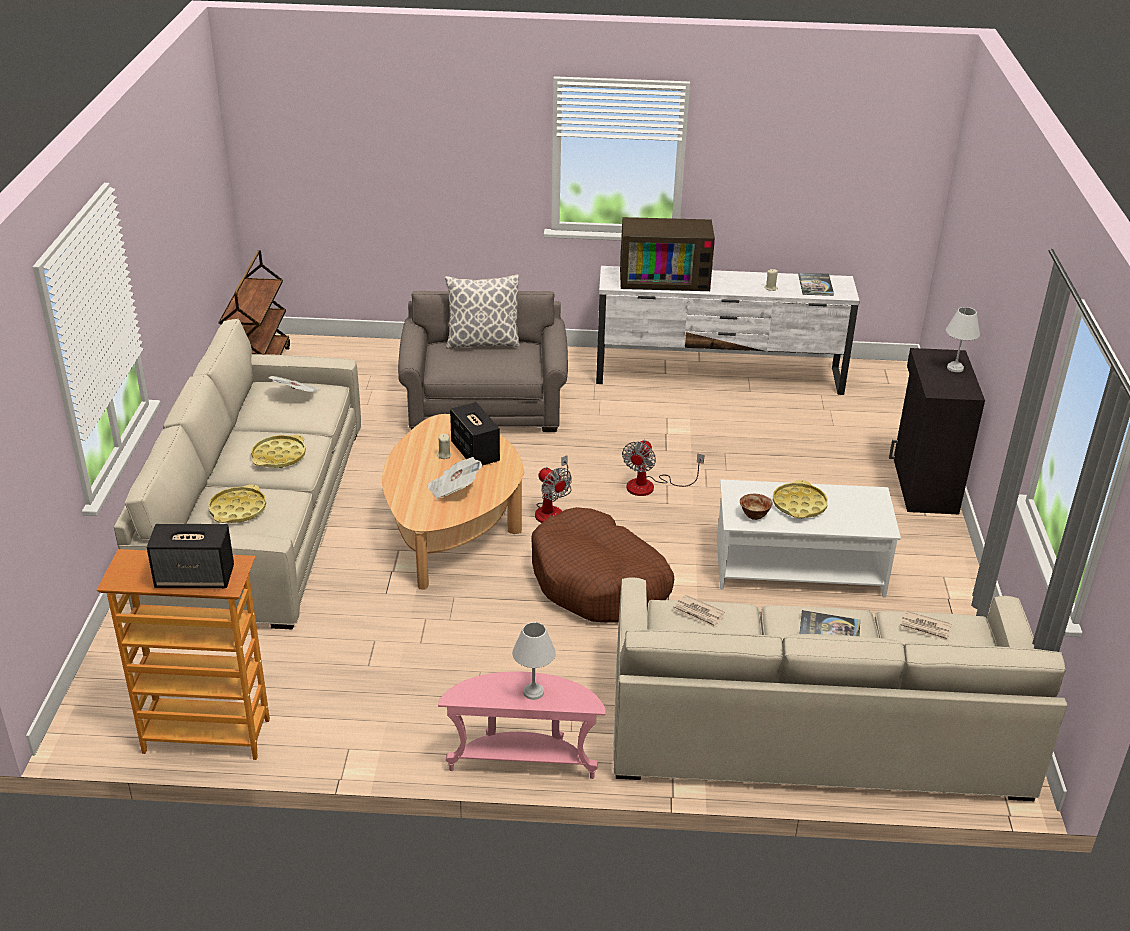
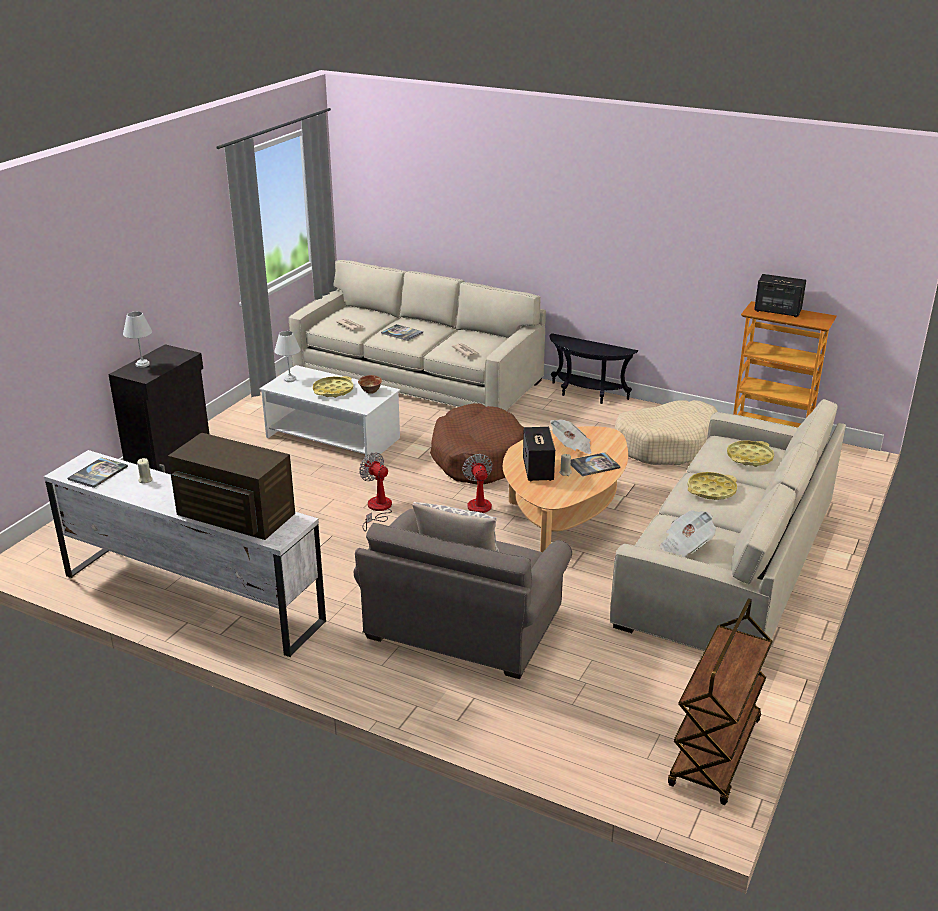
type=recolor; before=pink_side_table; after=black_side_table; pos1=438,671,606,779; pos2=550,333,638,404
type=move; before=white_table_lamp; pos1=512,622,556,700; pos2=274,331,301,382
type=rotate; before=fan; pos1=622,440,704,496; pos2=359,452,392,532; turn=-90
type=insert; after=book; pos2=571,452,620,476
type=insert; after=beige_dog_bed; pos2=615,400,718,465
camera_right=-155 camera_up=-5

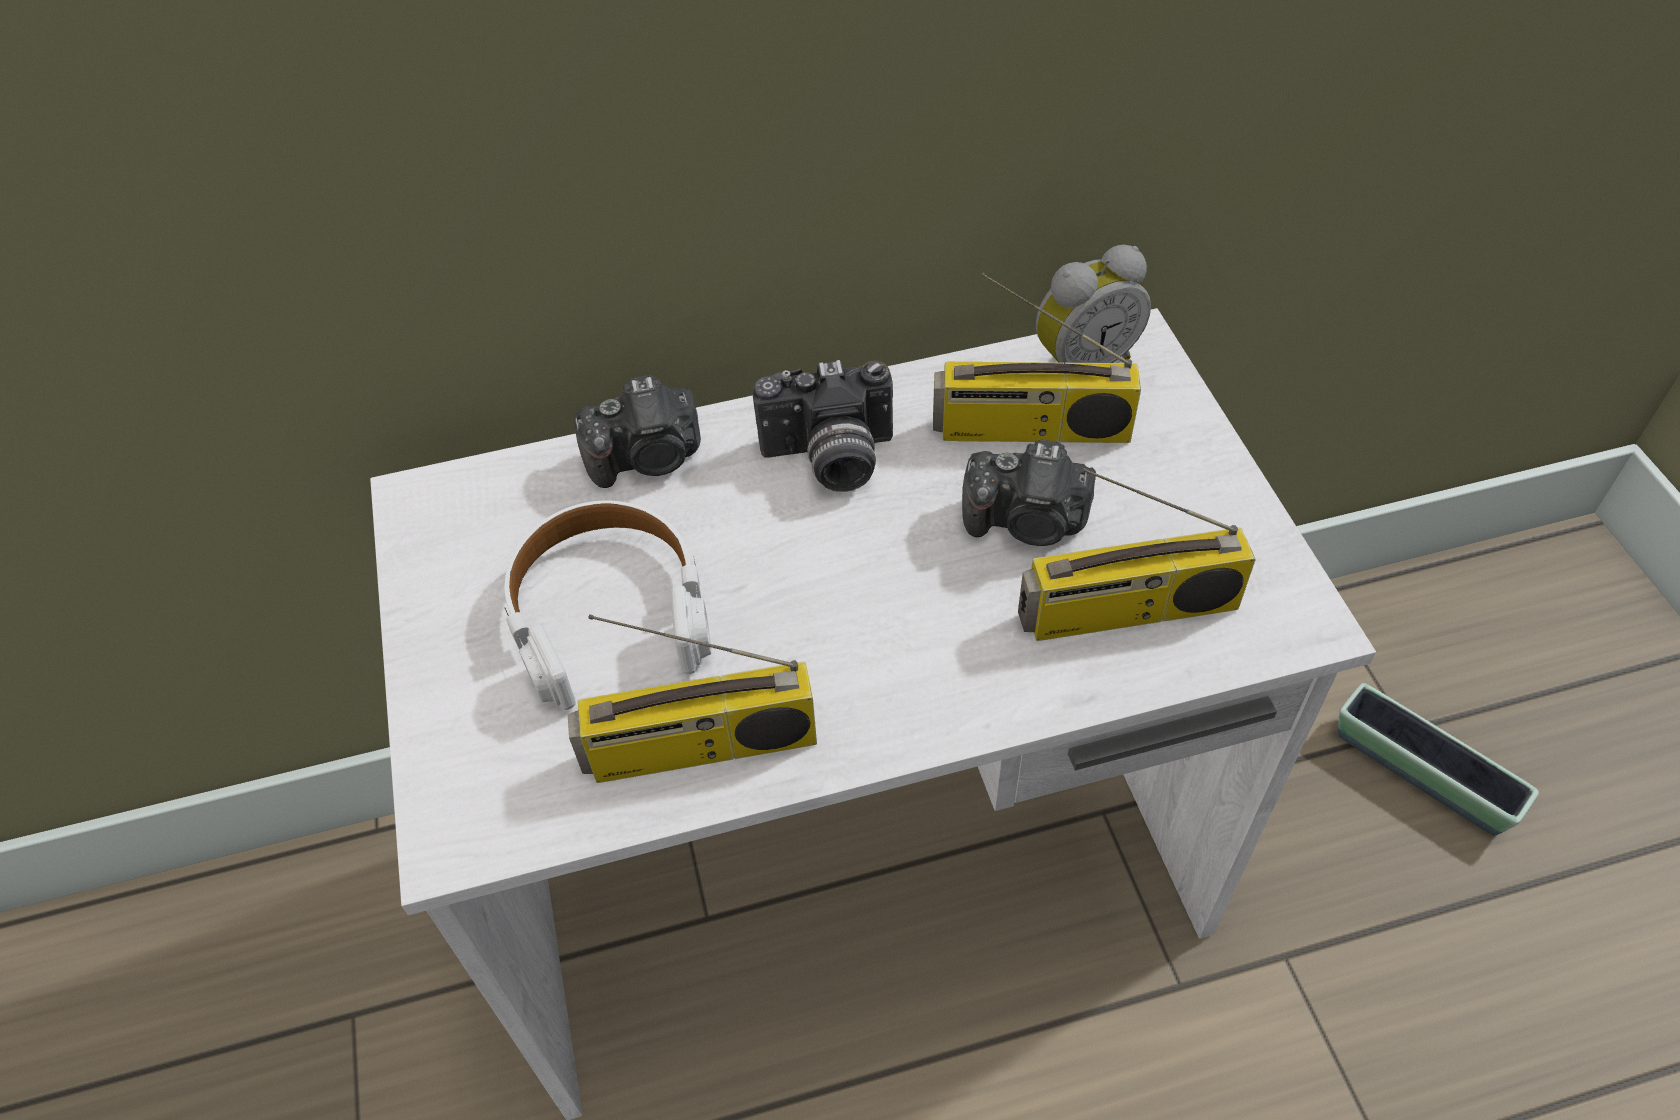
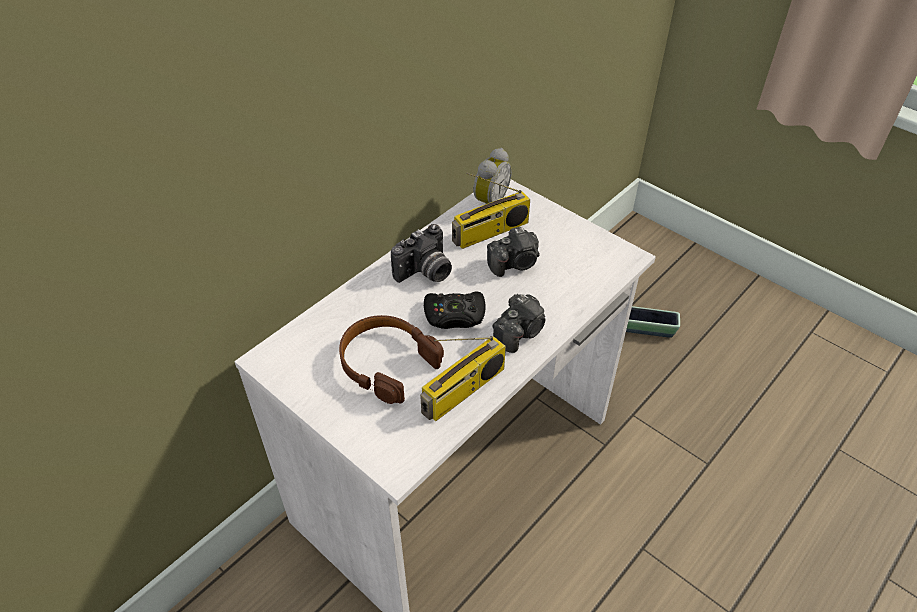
type=recolor; before=white_headphones; after=brown_headphones; pos1=504,501,711,710; pos2=339,315,444,404
type=move; before=photo_camera; pos1=574,375,701,488; pos2=493,294,546,353
type=delete; before=radio; pos1=1018,468,1256,641
type=insert; after=black_game_controller; pos2=424,292,486,329
camera_right=-35 camera_up=-5

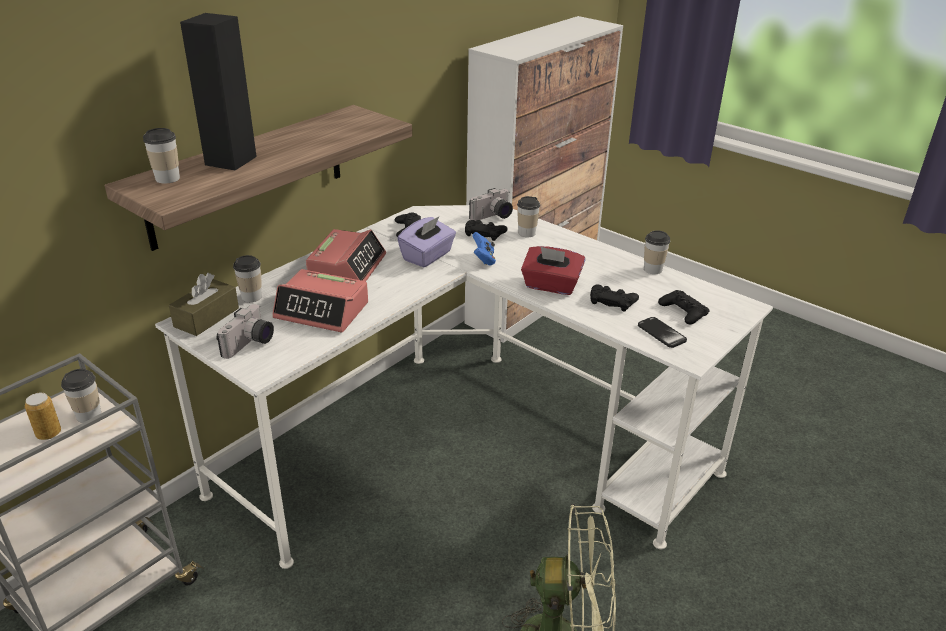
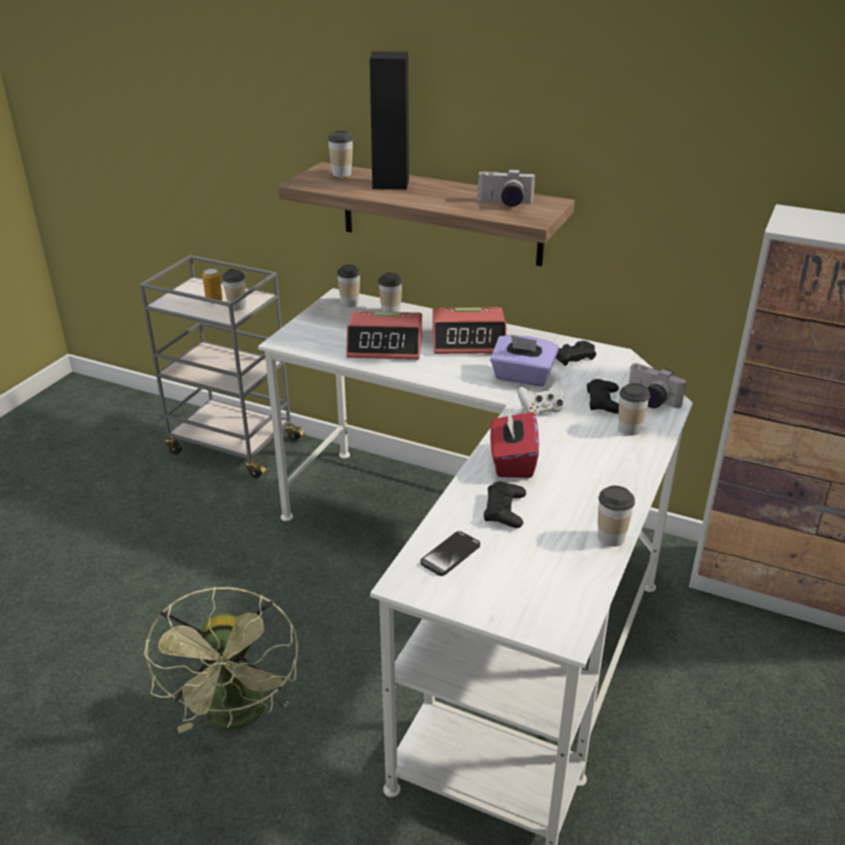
type=replace; before=brown_tissue_box; after=cup; pos1=169,273,239,336; pos2=337,265,361,307
type=move; before=photo_camera; pos1=216,304,274,359; pos2=477,169,536,207
type=rotate; before=alarm_clock; pos1=272,269,368,333; pos2=346,311,422,359; turn=-90
type=recolor; before=blue_game_controller; after=white_game_controller; pos1=472,232,496,266; pos2=517,380,564,416
type=delete; before=black_game_controller; pos1=658,290,710,325
camera_right=75 camera_up=0

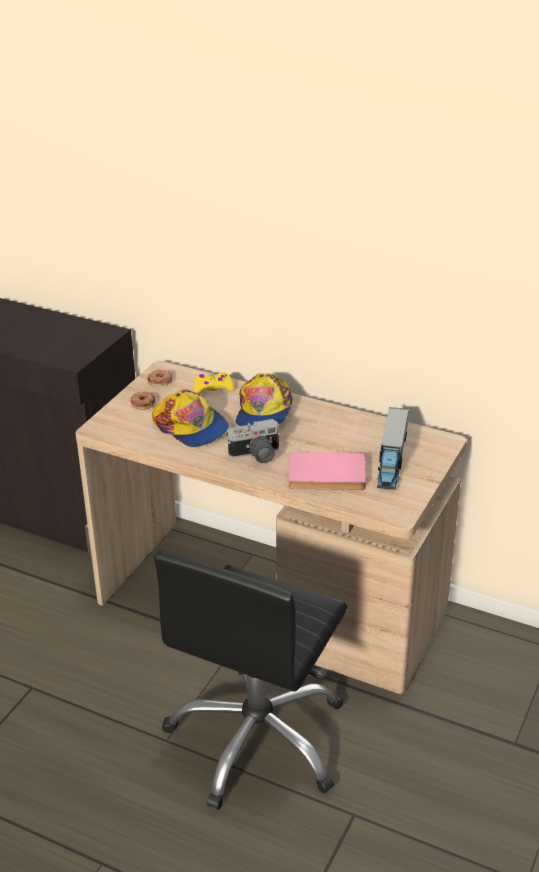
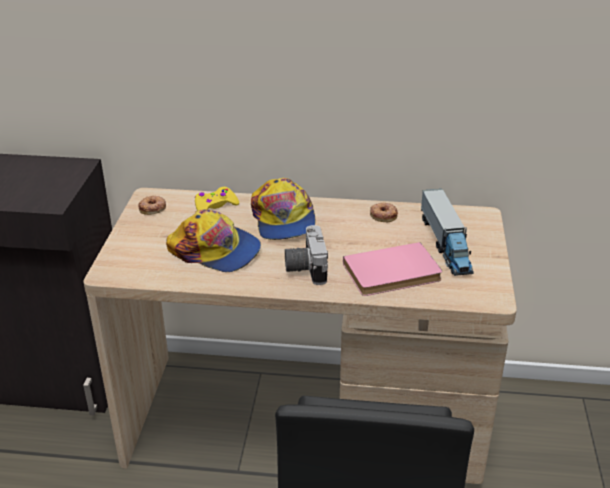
type=move; before=donut; pos1=130,392,156,410; pos2=370,203,398,222
type=rotate; before=photo_camera; pos1=228,419,281,463; pos2=285,225,328,285; turn=120
camera_right=-20 camera_up=0

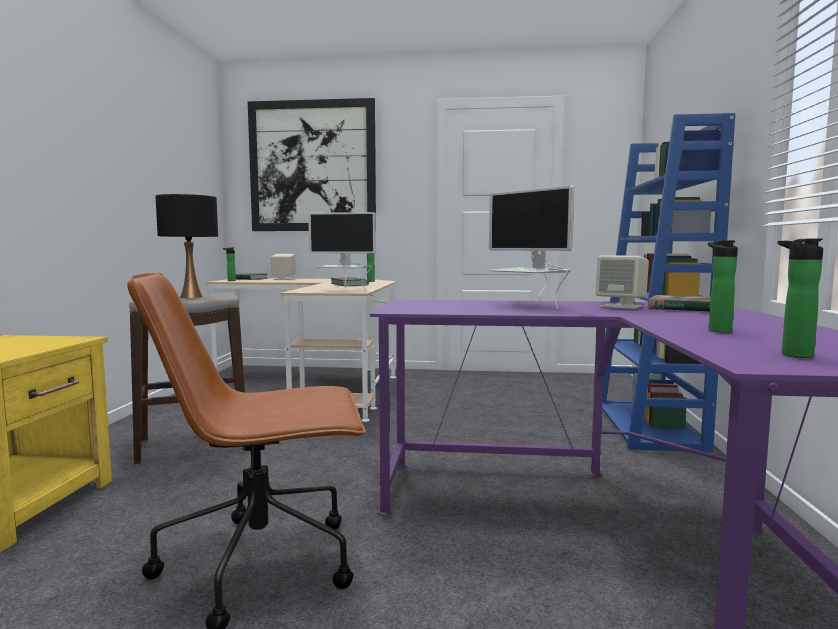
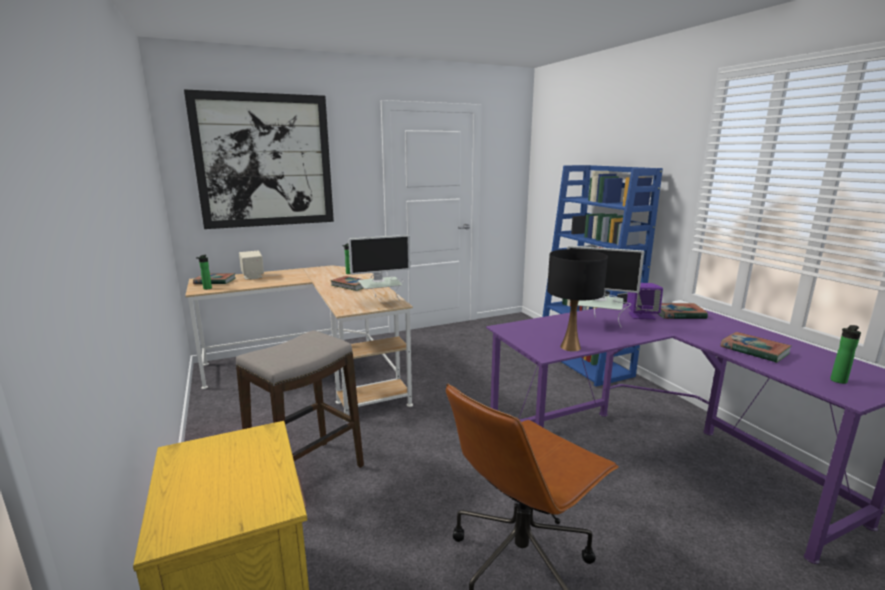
type=move; before=black_table_lamp; pos1=155,194,218,298; pos2=547,249,608,352
type=recolor; before=beige_speaker; after=purple_speaker; pos1=595,255,649,309; pos2=627,283,663,319
type=replace; before=bottle; after=book; pos1=708,240,738,333; pos2=721,332,791,363
camera_right=-30 camera_up=10

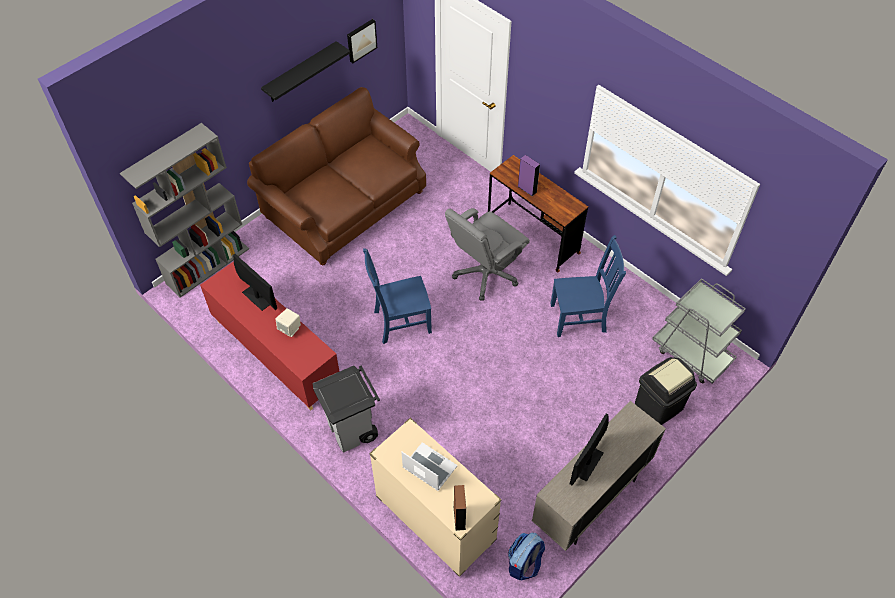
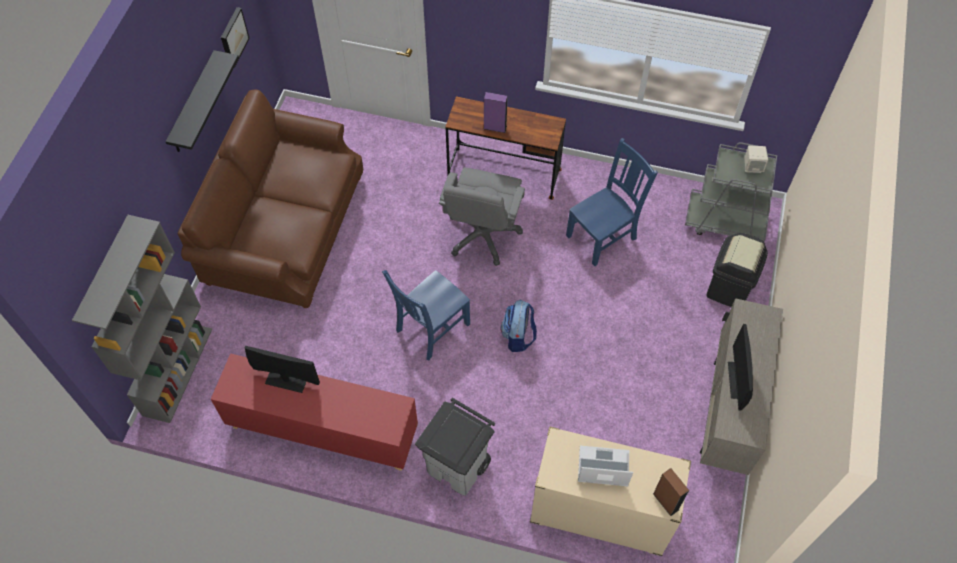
type=move; before=beige_speaker; pos1=275,308,301,337; pos2=745,145,768,173
type=move; before=backpack; pos1=508,533,545,581; pos2=501,300,537,352
camera_right=-30 camera_up=5

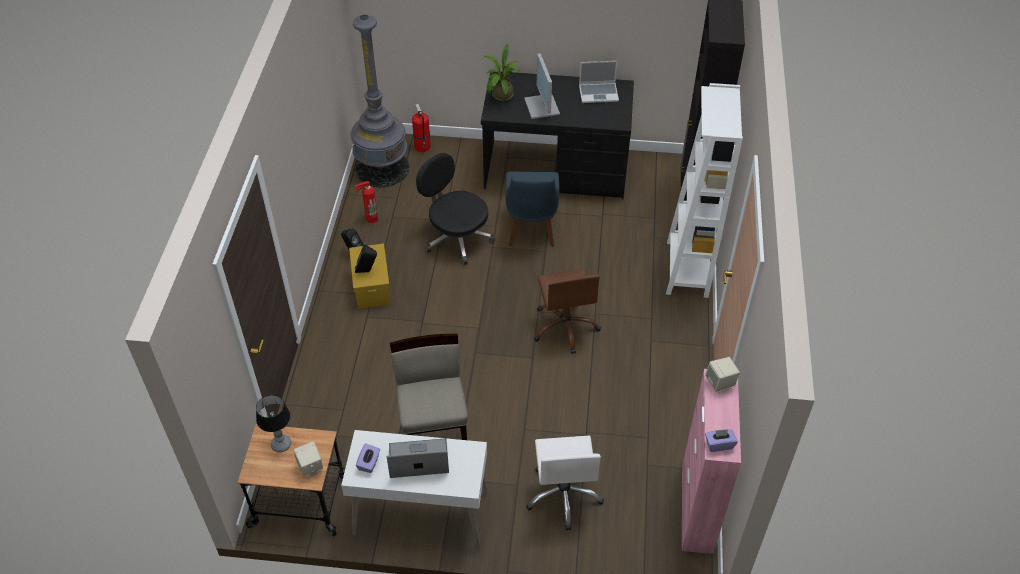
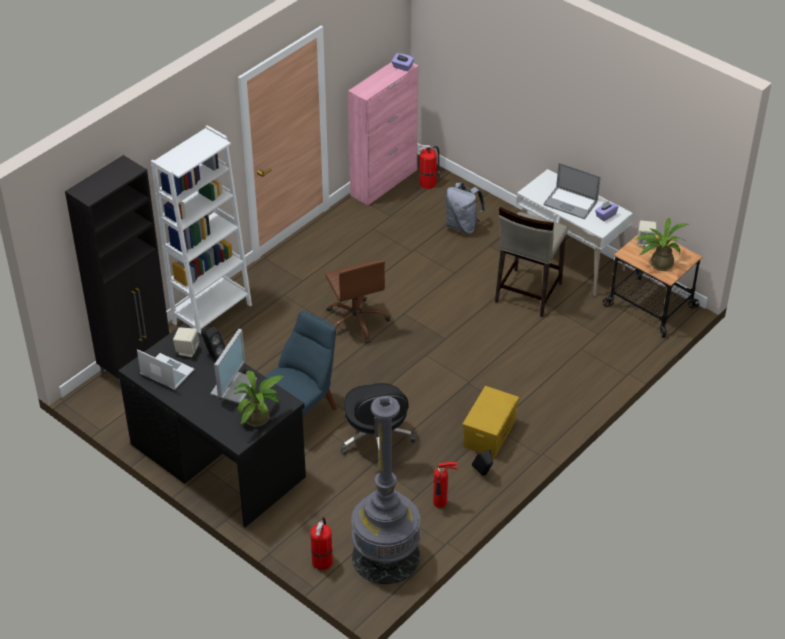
type=replace; before=table_lamp; after=potted_plant; pos1=256,395,291,452; pos2=635,218,689,271
type=move; before=black_speaker; pos1=355,245,377,273; pos2=201,327,226,361
type=replace; before=white_office_chair; after=grey_backpack; pos1=526,436,604,530; pos2=446,183,485,234
type=rotate; before=brown_office_chair; pos1=534,269,601,354; pos2=325,260,390,344; turn=135
type=move; before=beige_speaker; pos1=705,357,740,393; pos2=173,327,200,357
type=insert; after=fire_extinguisher; pos2=419,144,441,189
camera_right=-145 camera_up=-5

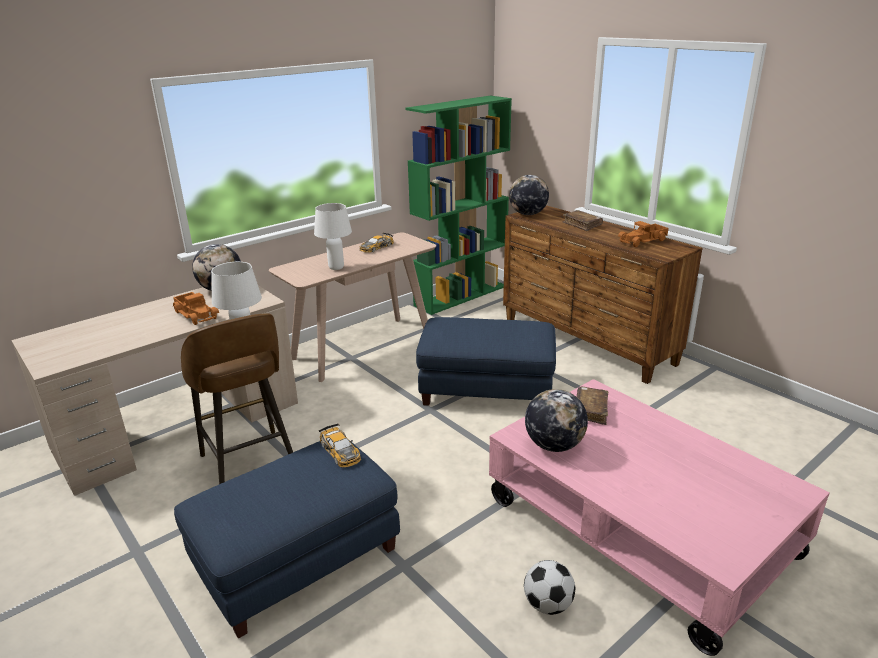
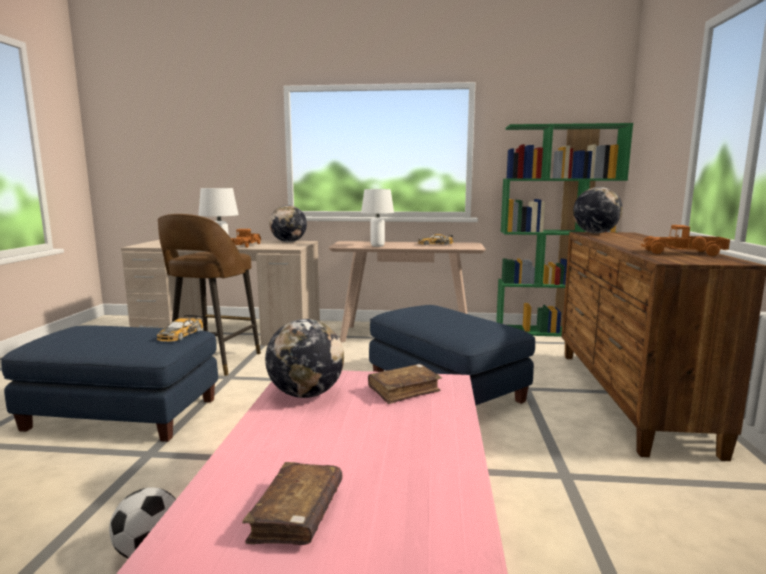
type=move; before=brown_book; pos1=563,210,603,231; pos2=242,462,342,545
camera_right=45 camera_up=-15

